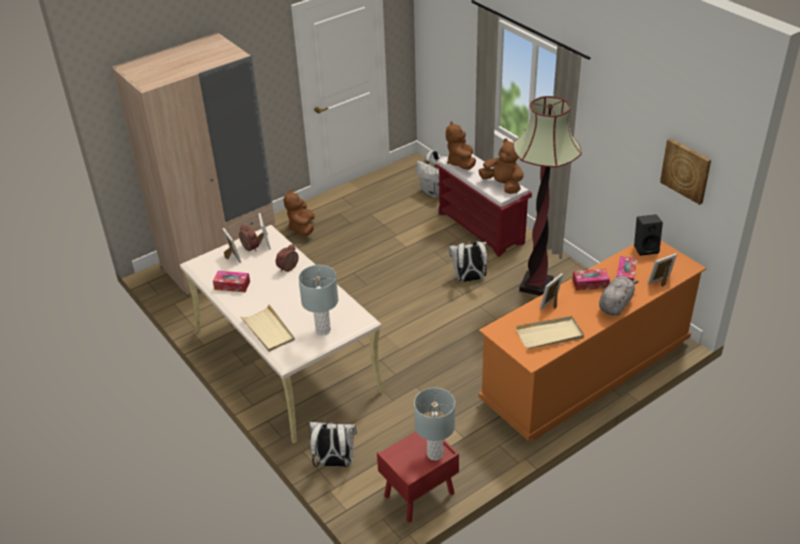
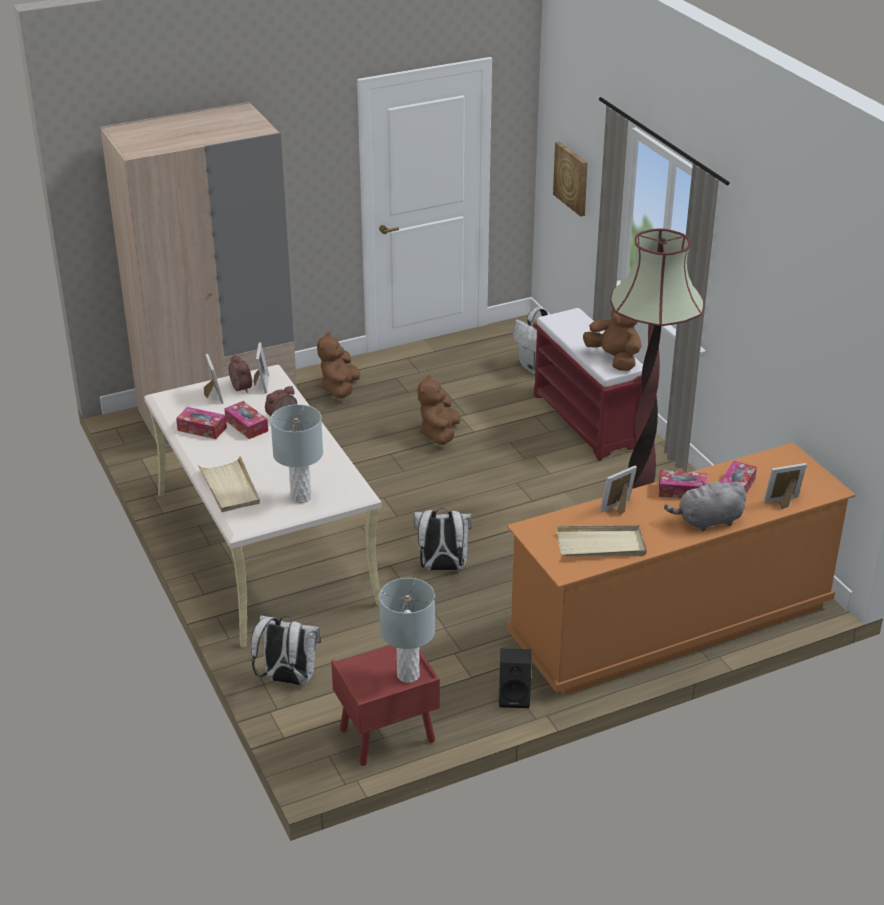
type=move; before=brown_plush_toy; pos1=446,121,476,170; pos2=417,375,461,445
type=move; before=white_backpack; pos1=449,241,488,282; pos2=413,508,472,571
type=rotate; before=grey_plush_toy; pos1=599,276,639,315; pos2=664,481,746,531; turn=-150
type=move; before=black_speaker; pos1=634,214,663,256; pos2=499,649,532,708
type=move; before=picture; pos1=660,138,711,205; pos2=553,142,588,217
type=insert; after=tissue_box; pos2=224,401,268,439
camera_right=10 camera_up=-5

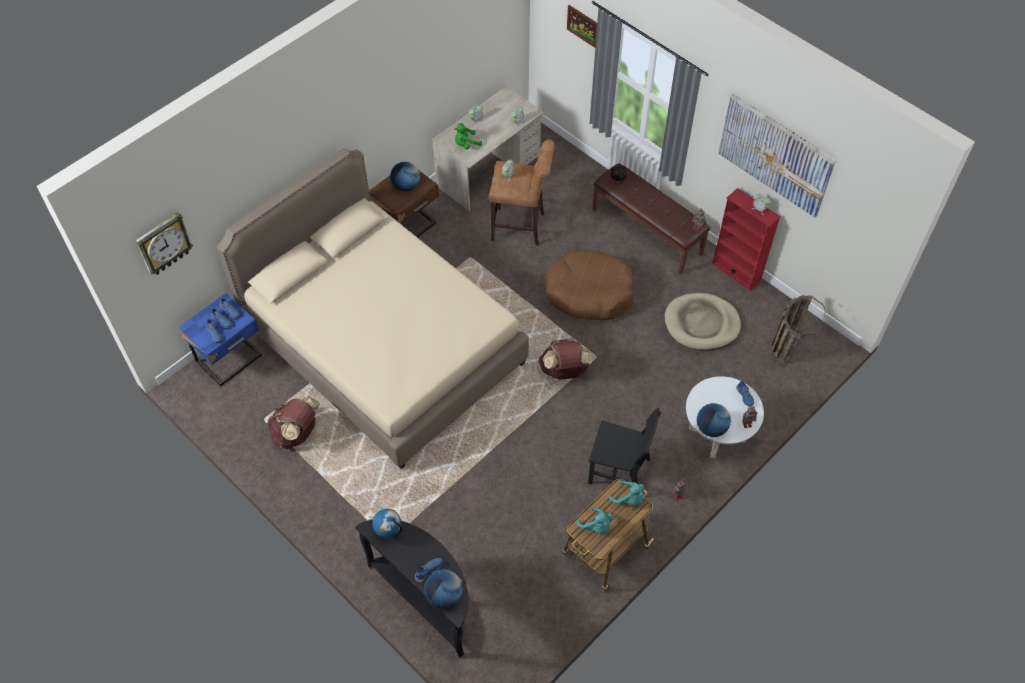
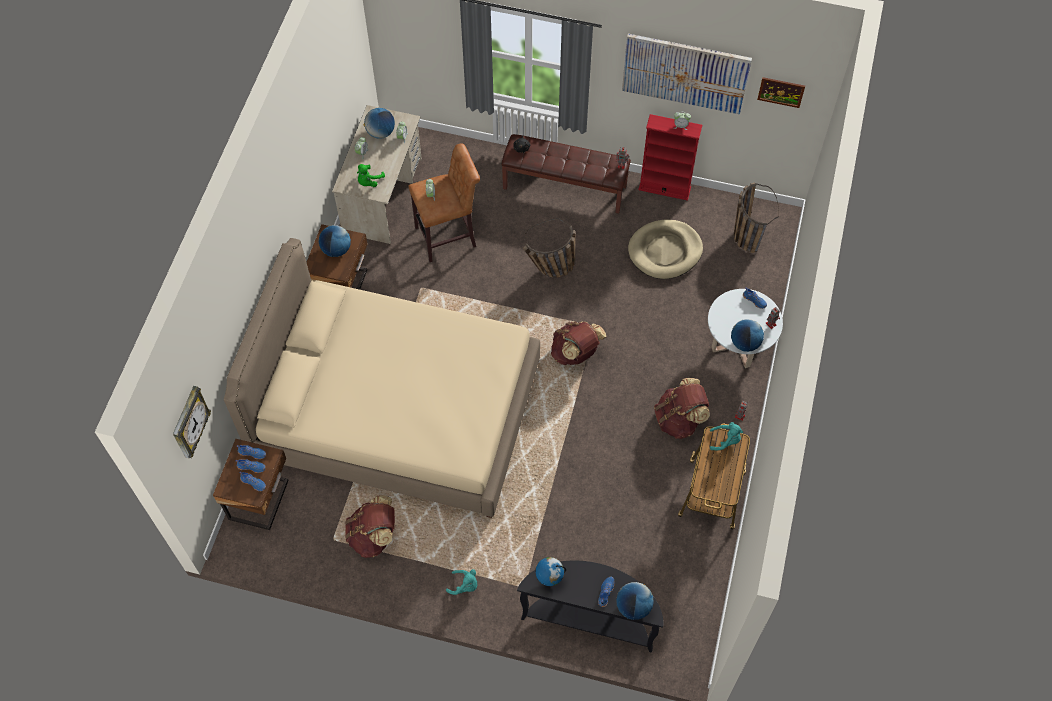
type=recolor; before=blue_nightstand; after=brown_nightstand; pos1=179,293,262,386; pos2=213,439,289,530
type=replace; before=brown_dog_bed; after=basket; pos1=545,250,634,320; pos2=523,218,576,278
type=move; before=picture; pos1=567,5,597,47; pos2=757,77,805,108
type=move; before=turquoise_plush_toy; pos1=576,507,613,534; pos2=446,569,477,595
type=replace; before=black_chair; after=brown_backpack; pos1=588,408,661,484; pos2=654,378,710,439
type=insert; after=globe; pos2=364,108,395,139
camera_right=-30 camera_up=5

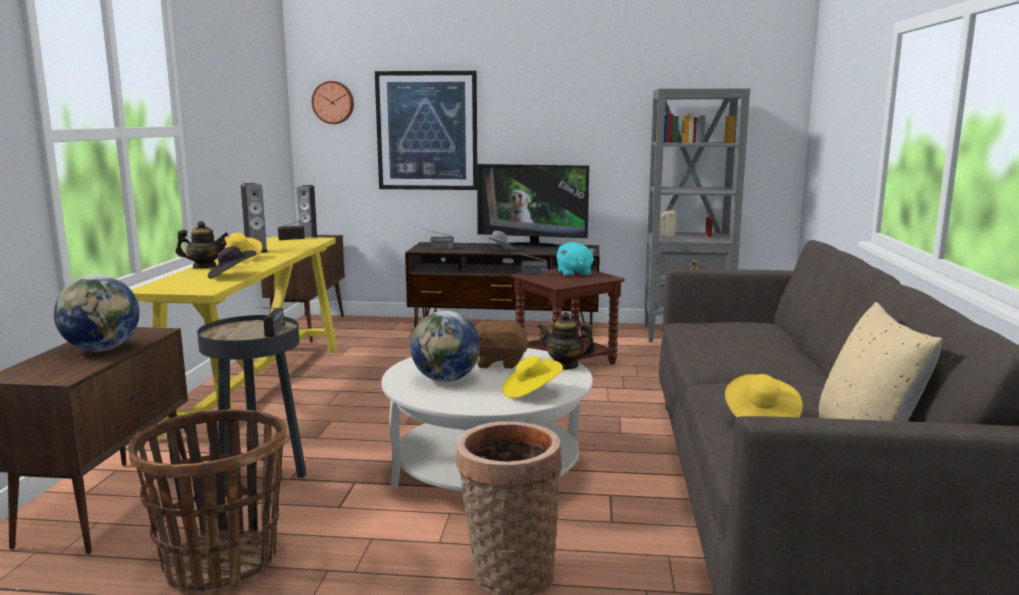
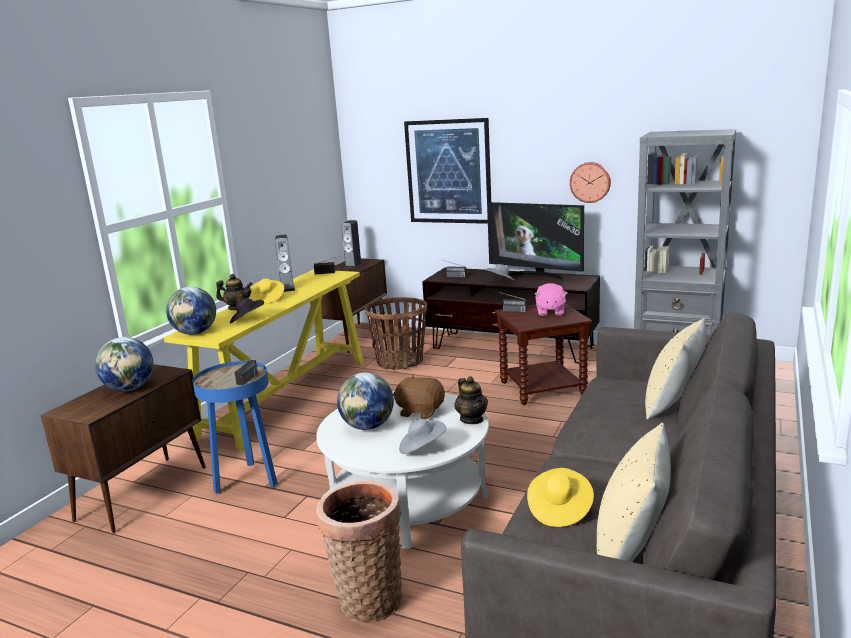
type=move; before=basket; pos1=128,409,286,593; pos2=365,297,427,370
type=recolor; before=black_side_table; after=blue_side_table; pos1=197,315,307,491; pos2=193,361,278,494
type=move; before=wall_clock; pos1=312,81,354,124; pos2=570,162,611,203
type=recolor; before=yellow_hat; after=grey_hat; pos1=502,356,563,398; pos2=399,419,446,454
type=rotate; before=teapot; pos1=537,312,596,370; pos2=454,376,488,424; turn=-150
type=recolor; before=turquoise_plush_toy; after=pink_plush_toy; pos1=556,242,596,277; pos2=535,283,567,316
type=insert; after=globe; pos2=166,287,216,335
type=insert; after=beige_pillow; pos2=645,318,706,420
camera_right=20 camera_up=5

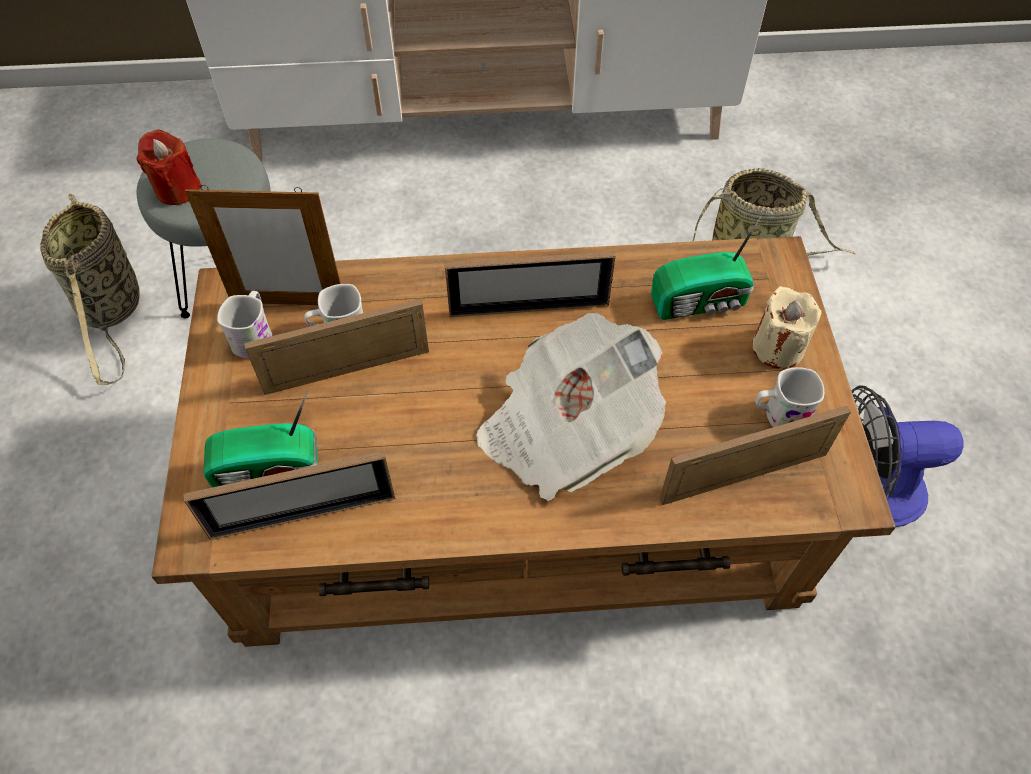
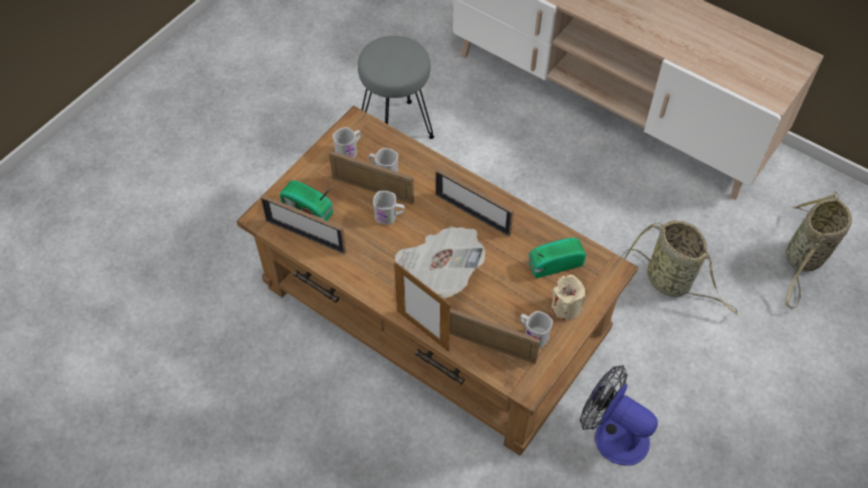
type=move; before=basket; pos1=40,194,140,385; pos2=785,191,852,309
type=delete; before=red_candle; pos1=136,129,202,205
type=move; before=picture_frame; pos1=185,185,341,305; pos2=394,262,450,352
type=rotate; before=radio; pos1=651,215,762,320; pos2=528,238,586,278; turn=135
type=insert; after=white_mug; pos2=373,191,405,225
camera_right=40 camera_up=0

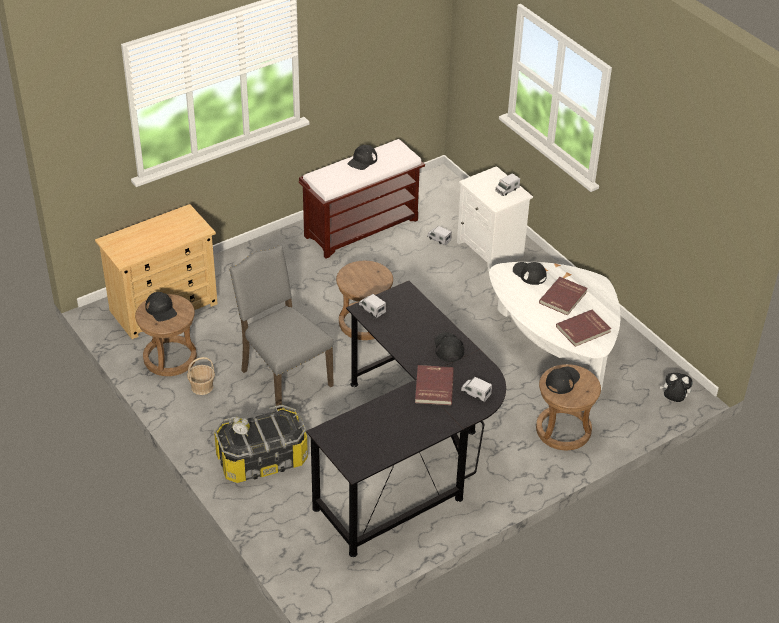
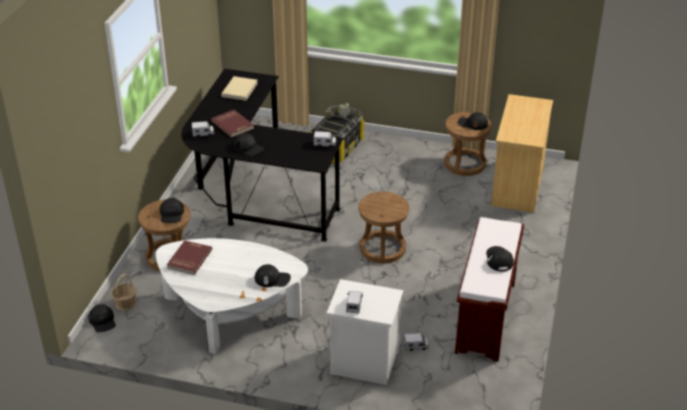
type=move; before=basket; pos1=187,357,215,395; pos2=111,274,136,311
type=delete; before=grey_chair; pos1=229,245,334,410
type=delete; before=red_book; pos1=539,277,588,316
type=replace; before=plush_toy; after=black_cap; pos1=660,373,693,402; pos2=88,304,116,332
type=insert; after=beige_book; pos2=221,76,258,101
camera_right=140 camera_up=-5

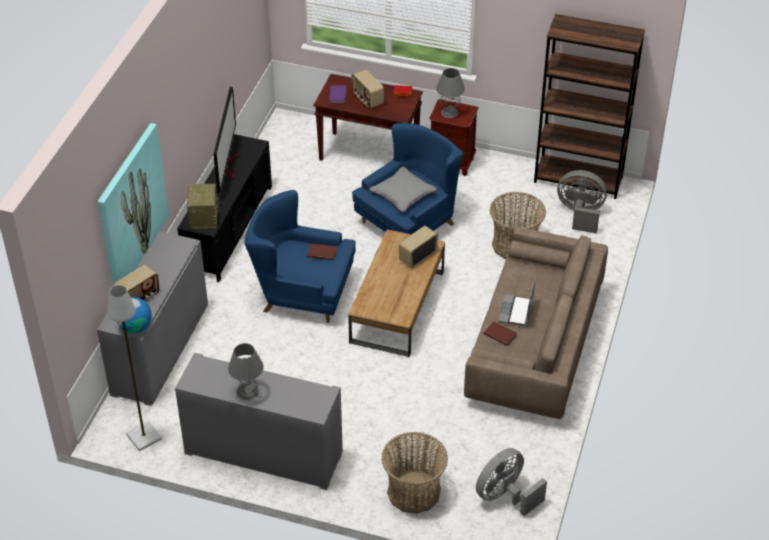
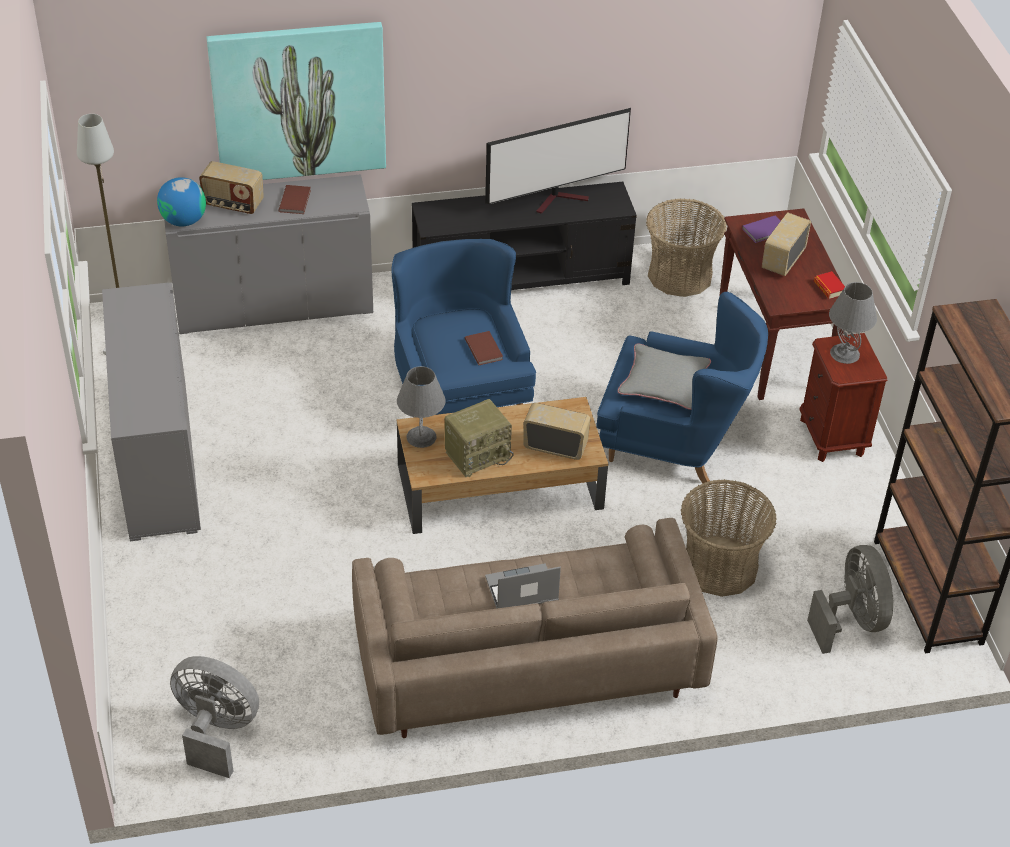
type=move; before=radio; pos1=187,184,221,229; pos2=445,399,514,477
type=move; before=grey_table_lamp; pos1=228,343,264,400; pos2=397,366,446,448
type=move; before=basket; pos1=382,432,448,514; pos2=646,198,727,297
type=move; before=brown_book; pos1=483,321,517,346; pos2=278,185,311,214
camera_right=60 camera_up=0

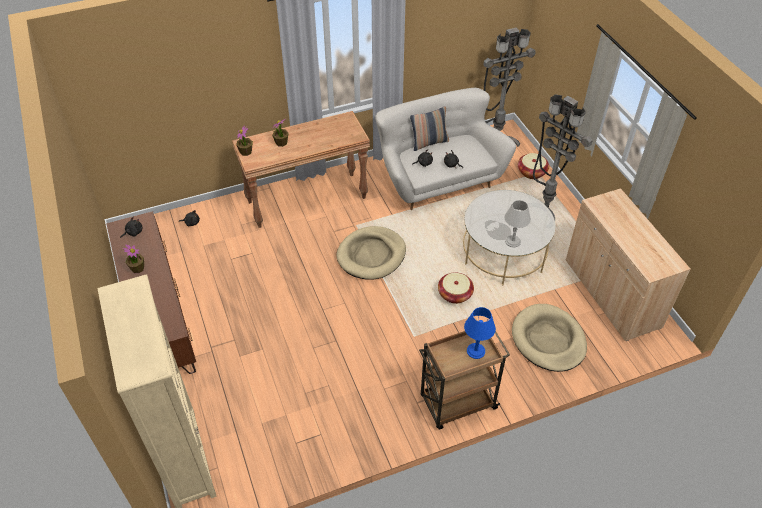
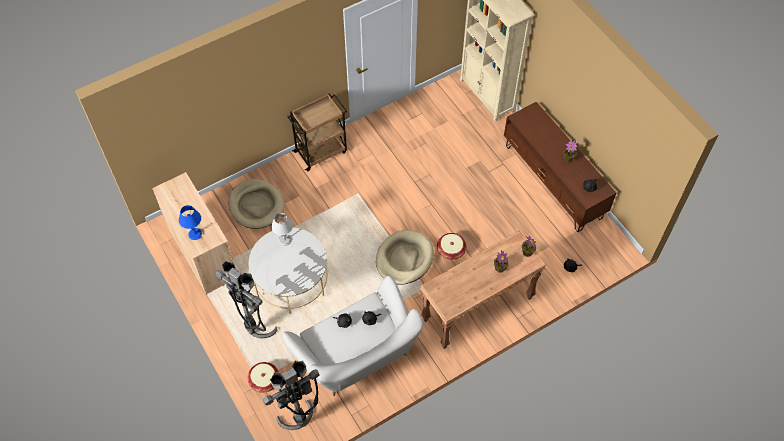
type=delete; before=pillow; pos1=410,106,449,151
type=move; before=basket; pos1=438,272,474,304; pos2=437,233,466,260
type=move; before=blue_table_lamp; pos1=464,307,496,359; pos2=179,205,202,240
camera_right=170 camera_up=10

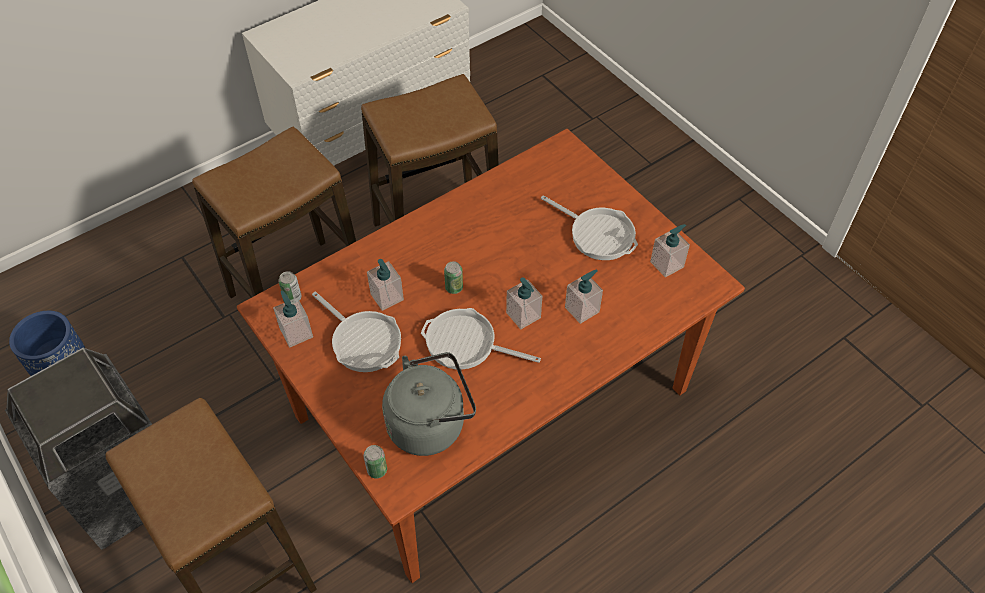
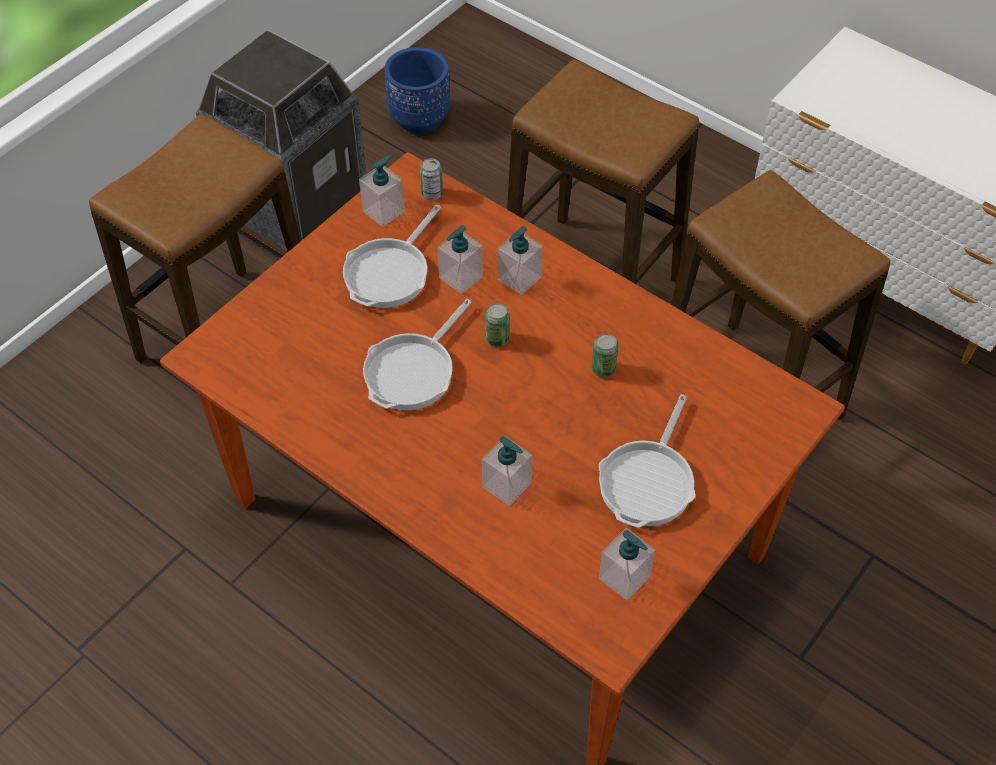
type=move; before=can; pos1=363,445,387,479; pos2=592,334,618,377
type=delete; before=grey_kettle; pos1=382,352,476,456
type=rotate; before=frying_pan; pos1=421,308,541,370; pos2=363,299,472,410; turn=-150
type=move; before=soap_dispenser; pos1=506,277,542,329; pos2=498,226,543,295
camera_right=75 camera_up=0

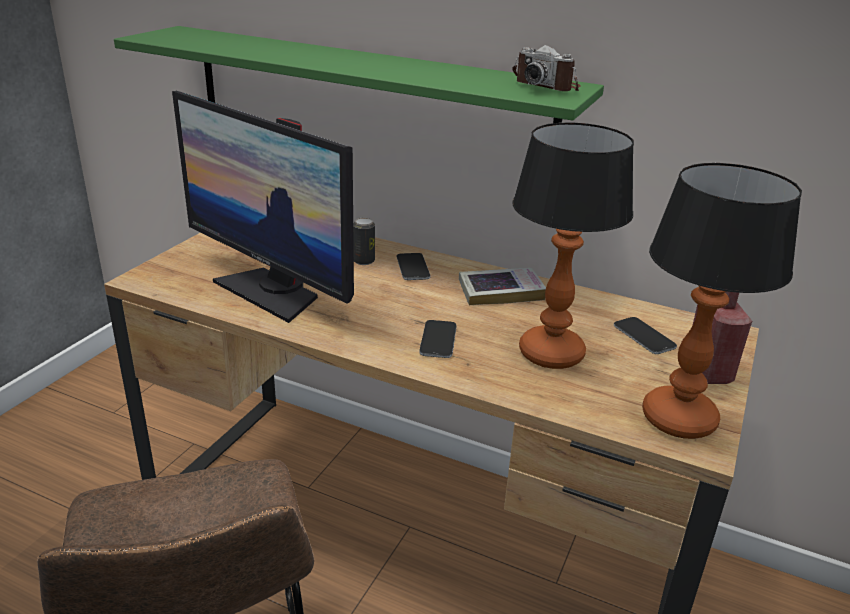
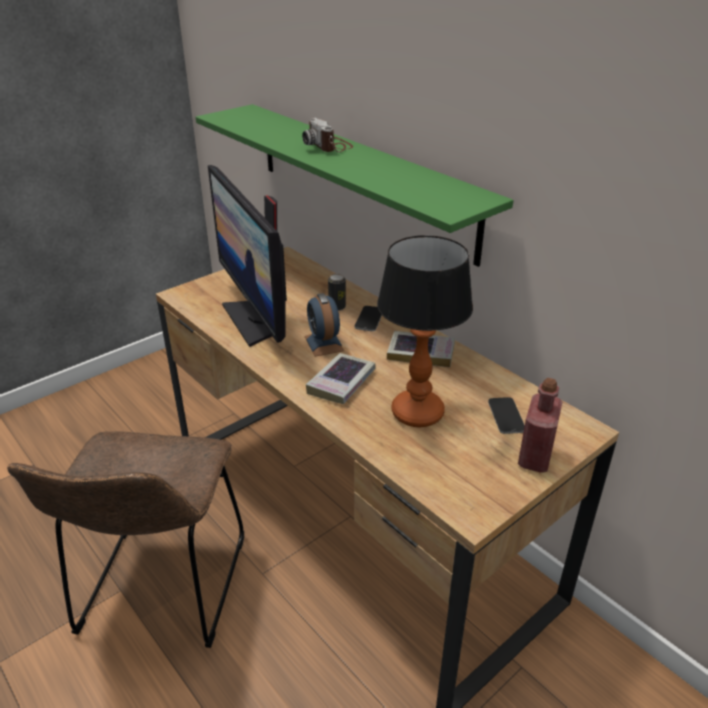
type=replace; before=phone; after=book; pos1=419,320,457,358; pos2=306,353,376,404
type=move; before=photo_camera; pos1=512,45,581,91; pos2=302,118,353,152
type=delete; before=table_lamp; pos1=642,163,802,439
type=insert; after=alarm_clock; pos2=304,293,344,357
camera_right=25 camera_up=5

